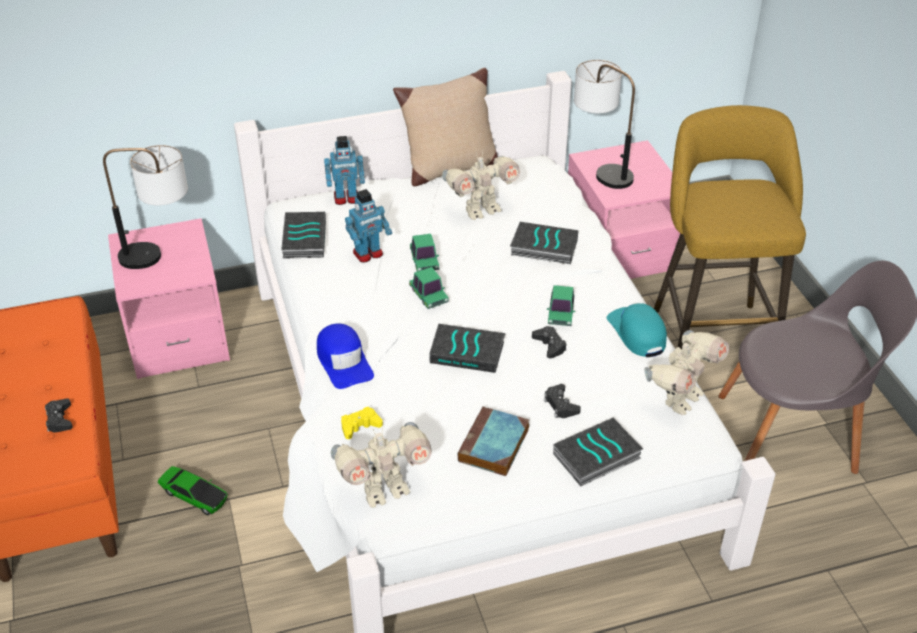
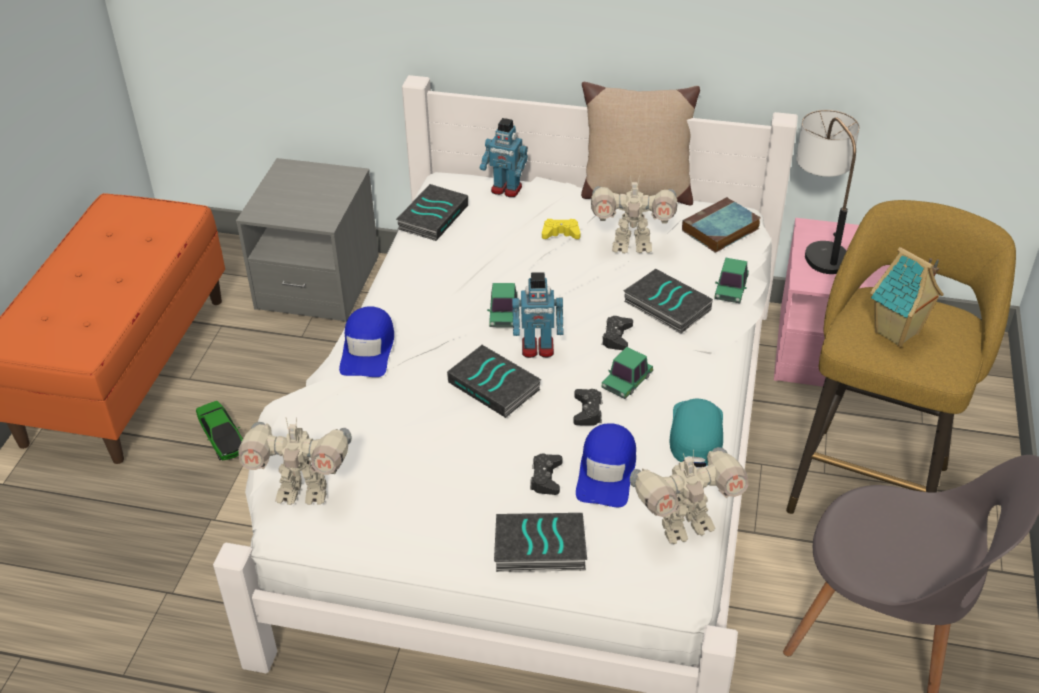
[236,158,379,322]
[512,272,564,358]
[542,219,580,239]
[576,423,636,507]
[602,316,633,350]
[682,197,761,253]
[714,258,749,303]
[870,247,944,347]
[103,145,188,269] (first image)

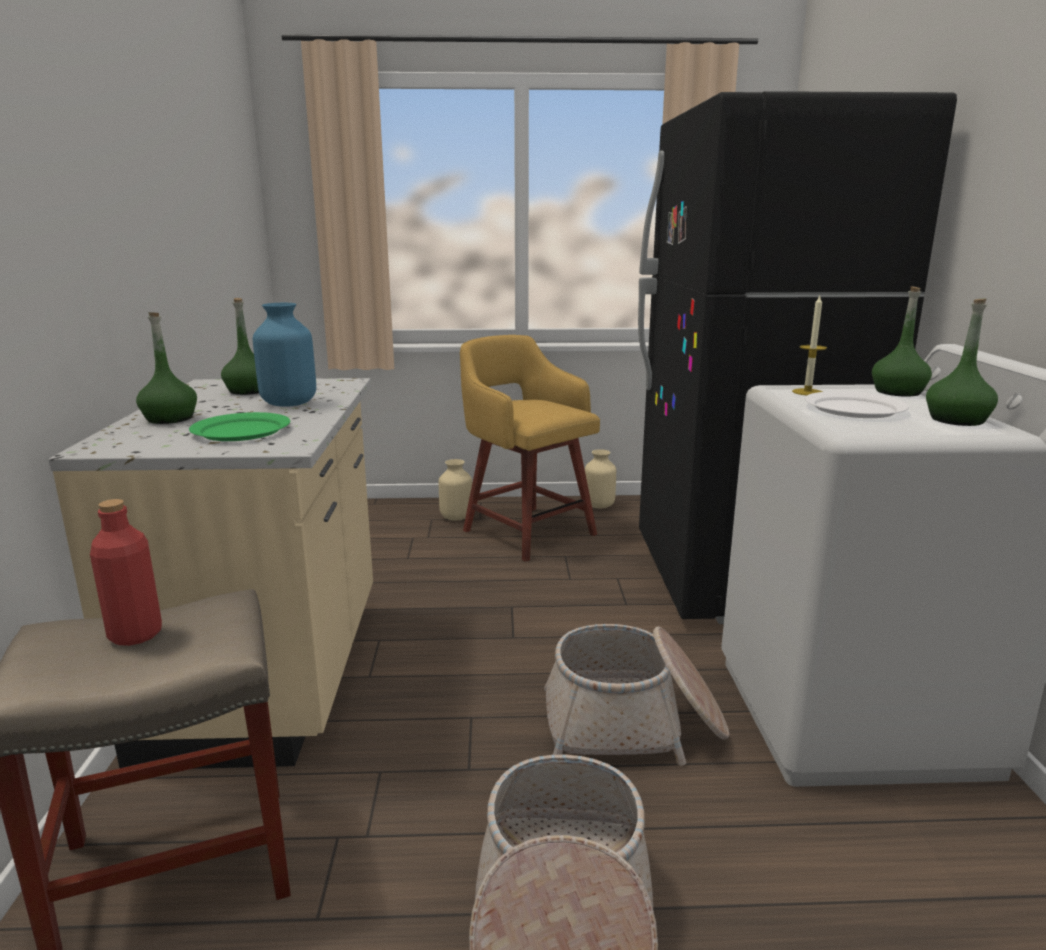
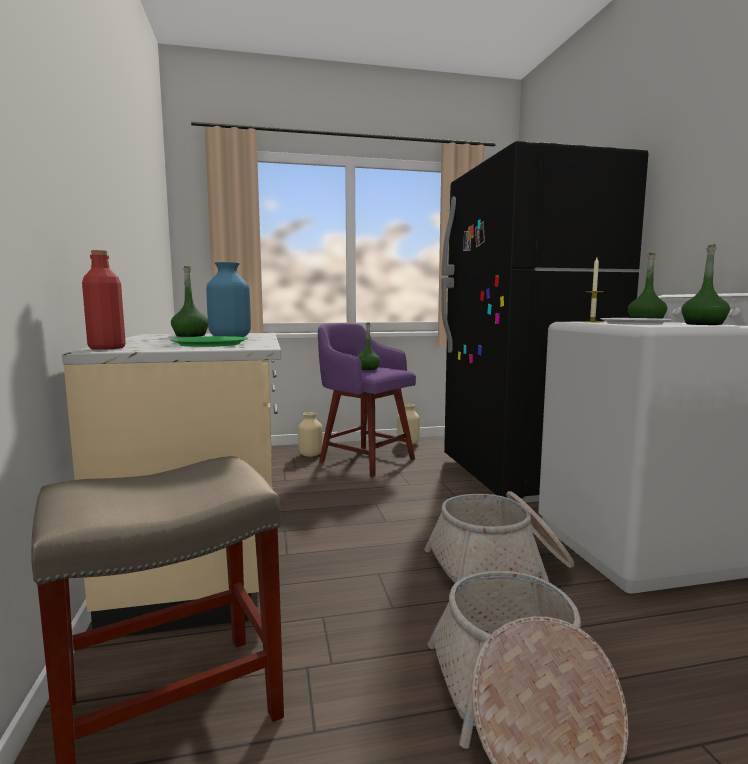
[82,250,126,350]
[318,323,416,477]
[357,323,380,370]

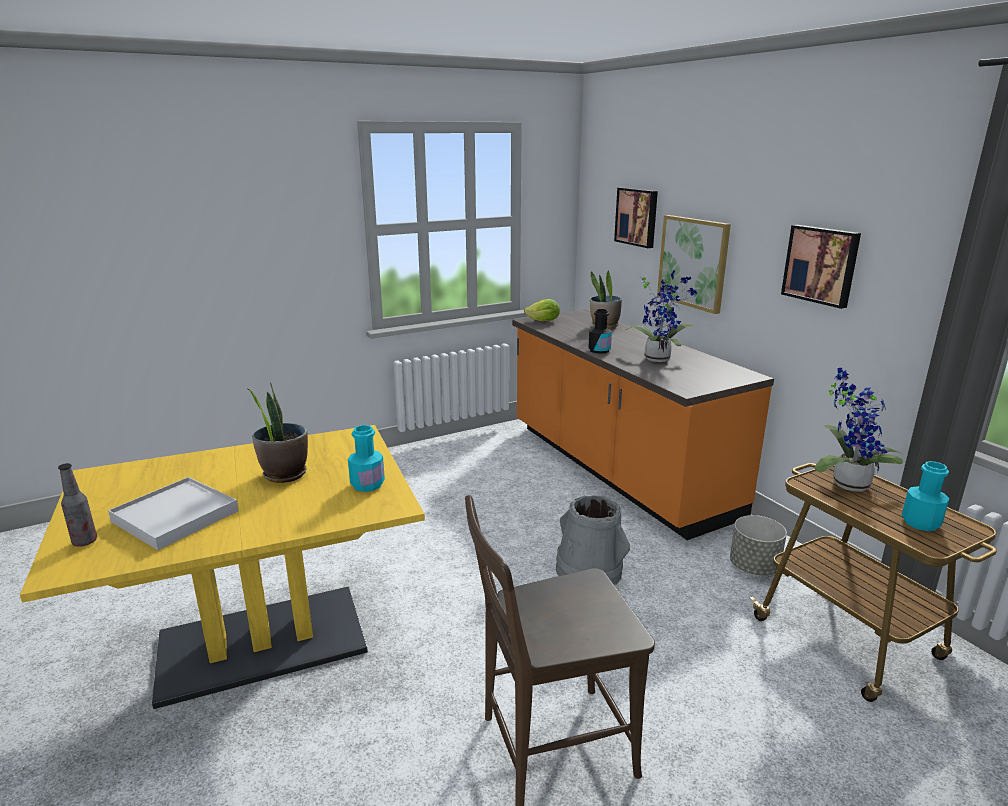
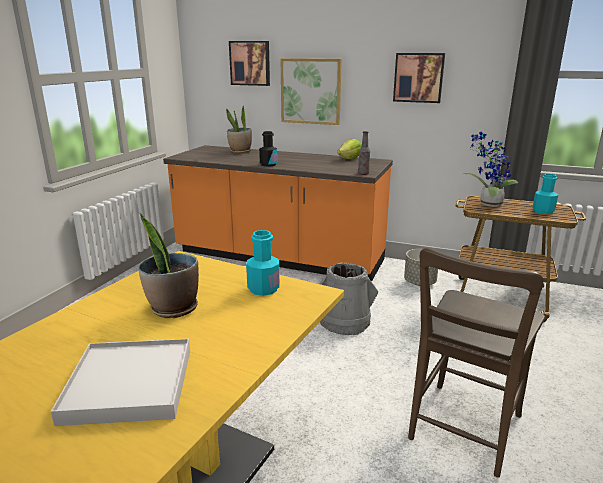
[337,139,362,159]
[358,131,370,175]
[626,270,697,362] (first image)

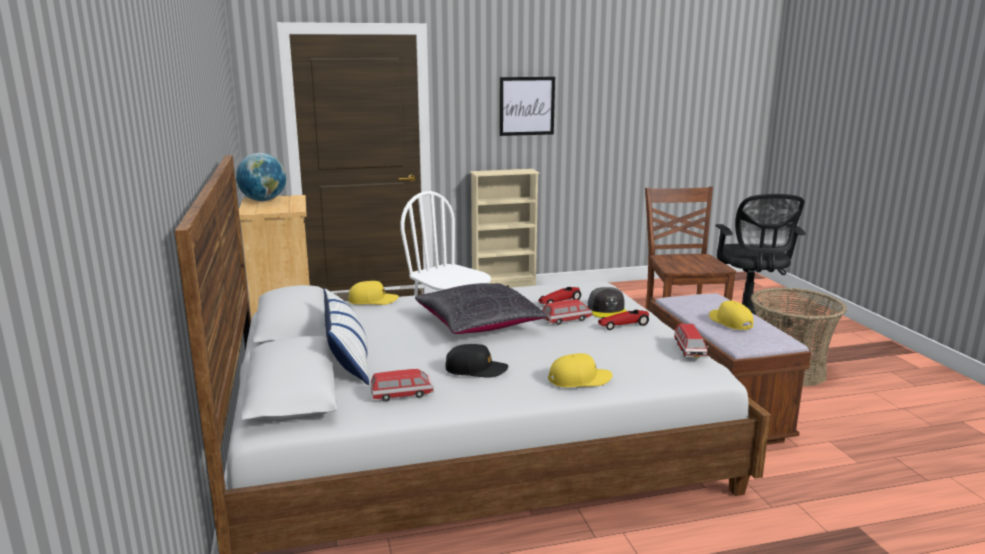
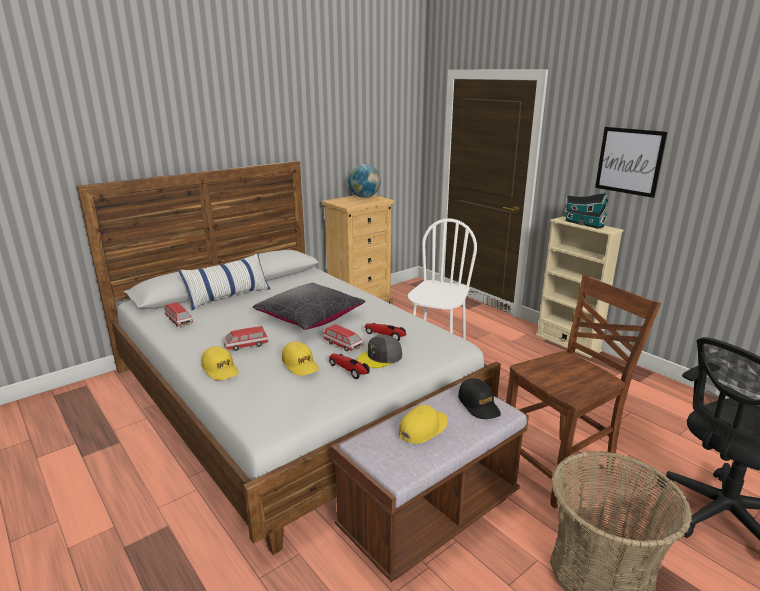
[223,326,269,351]
[282,341,319,376]
[458,378,501,419]
[565,193,608,229]

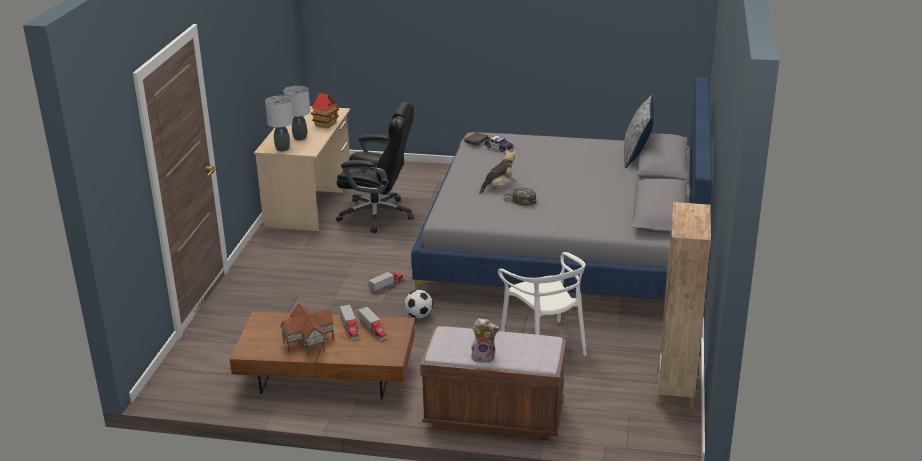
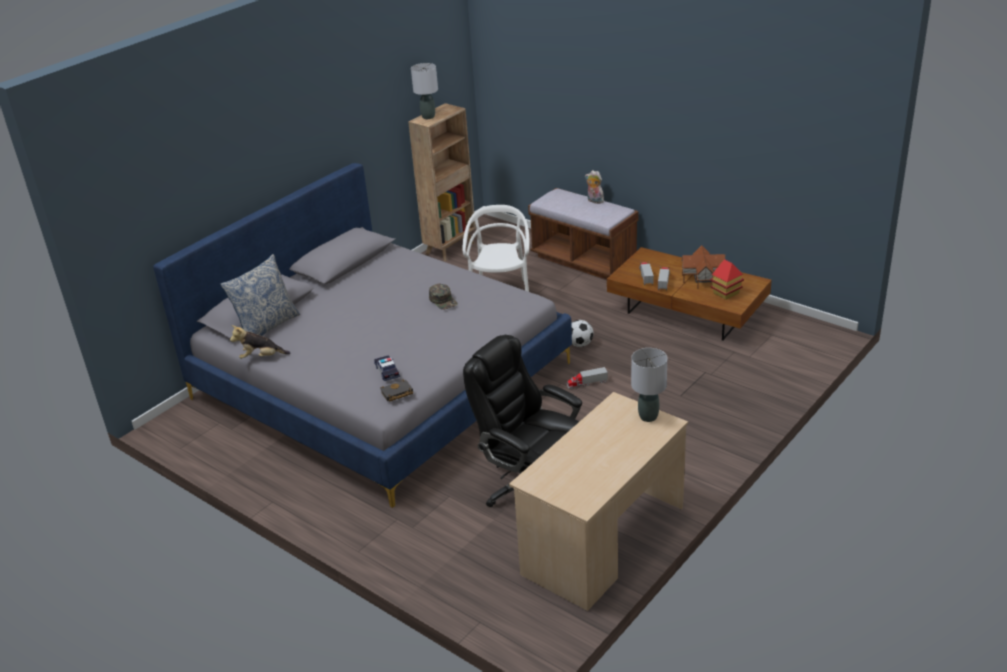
[230,325,291,359]
[411,63,438,119]
[710,259,744,300]

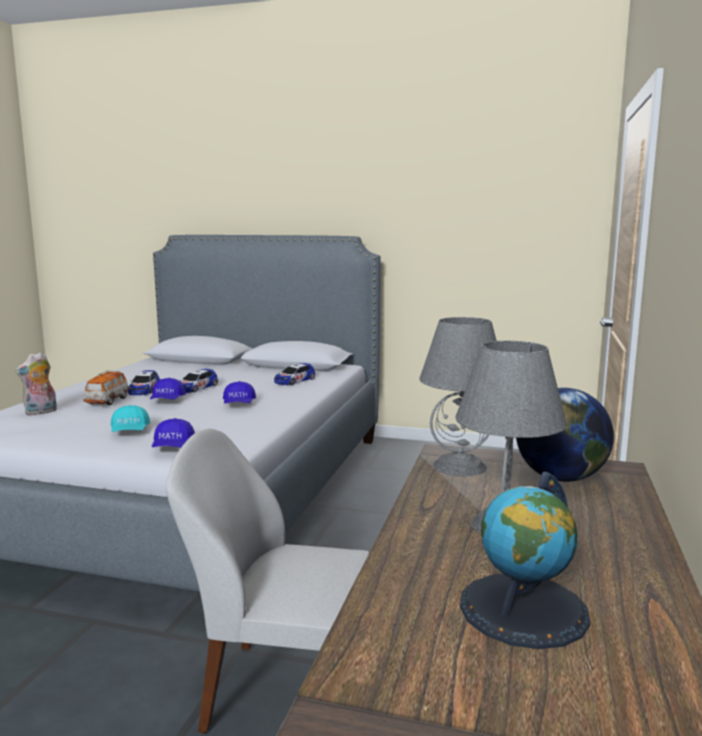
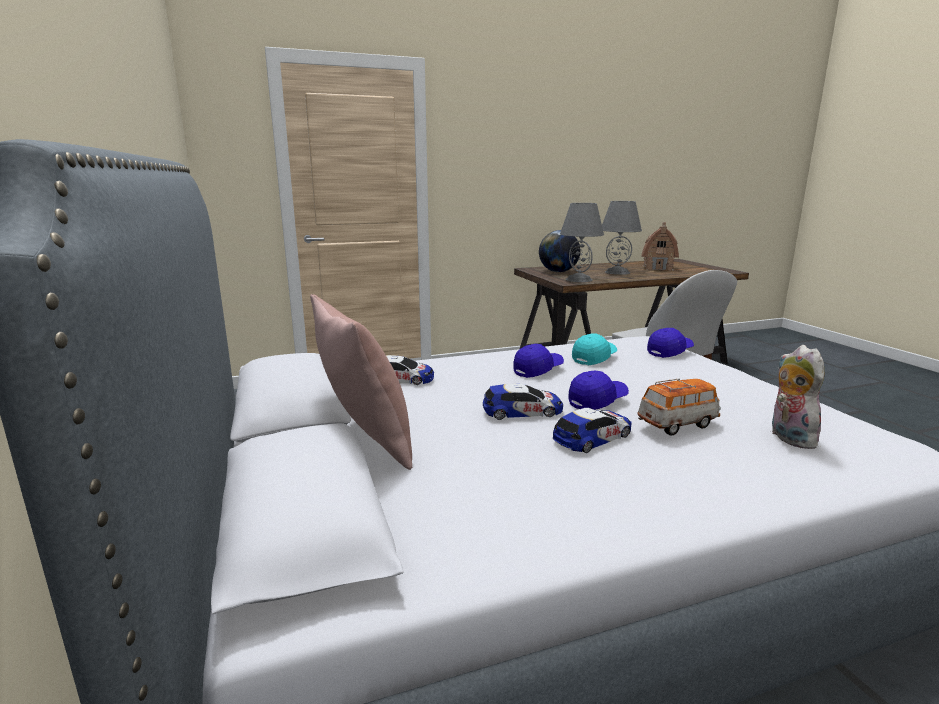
[310,294,412,470]
[572,333,617,365]
[641,222,679,271]
[772,345,824,449]

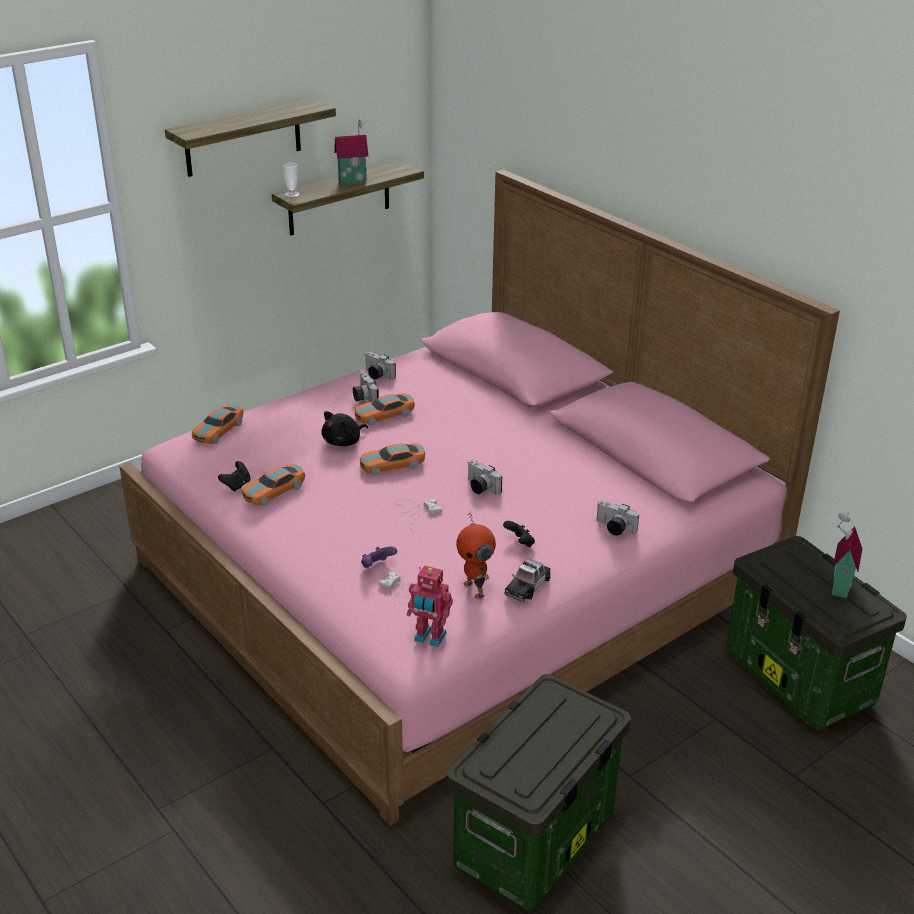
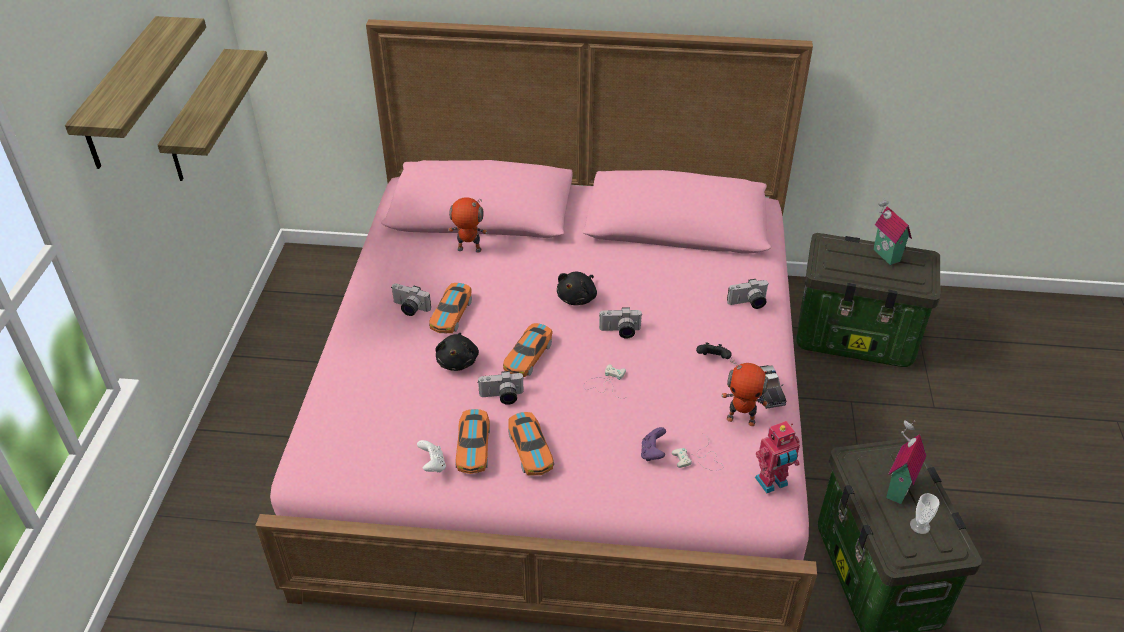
[417,440,446,472]
[448,197,487,253]
[478,371,524,405]
[508,412,554,475]
[557,272,597,305]
[886,420,926,504]
[910,493,940,534]

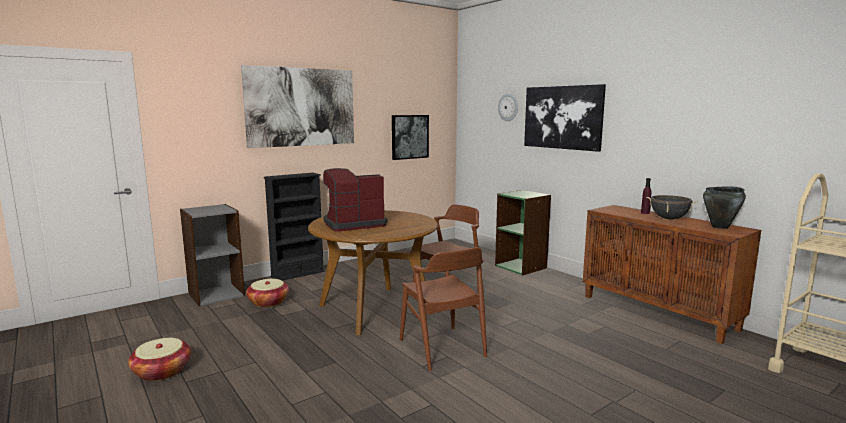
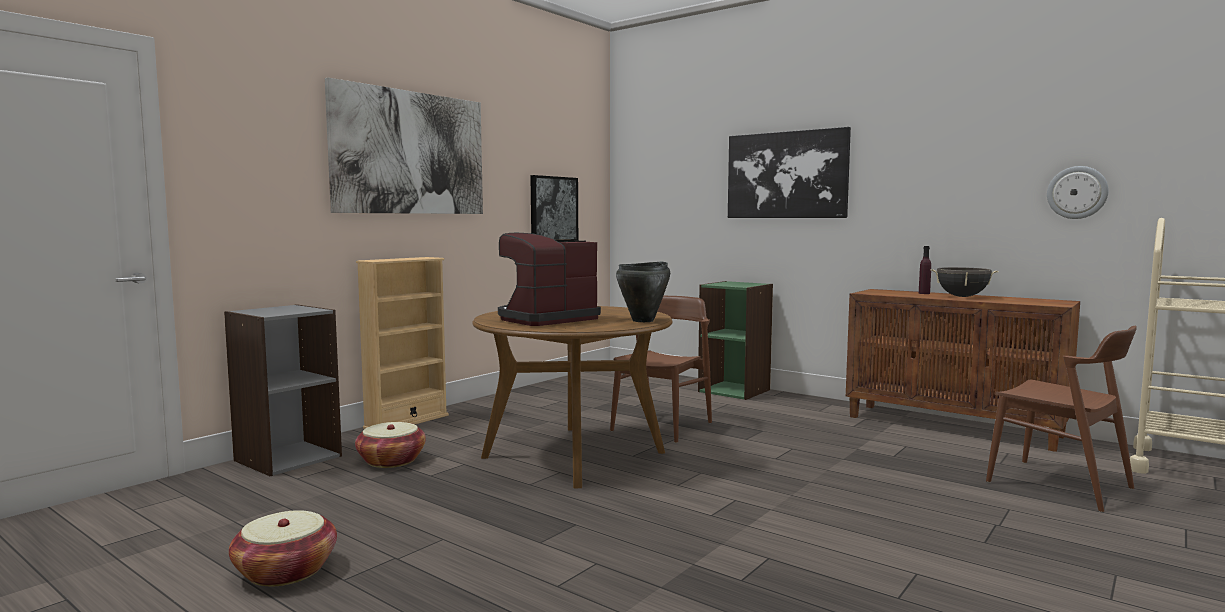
[356,257,449,429]
[616,261,670,322]
[986,326,1137,512]
[1047,166,1109,219]

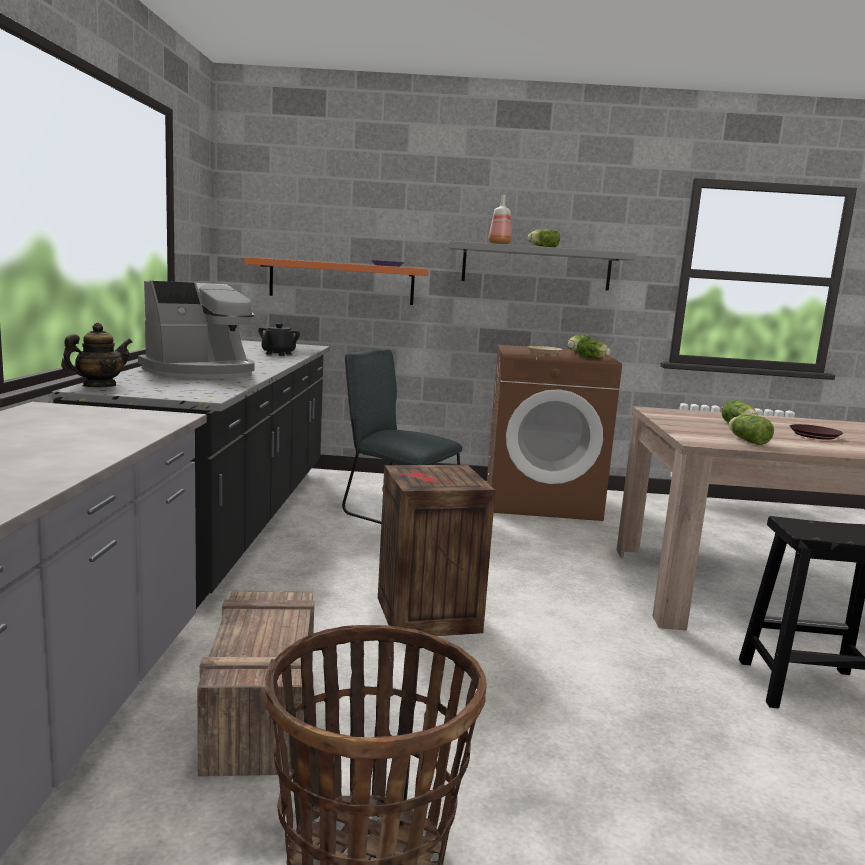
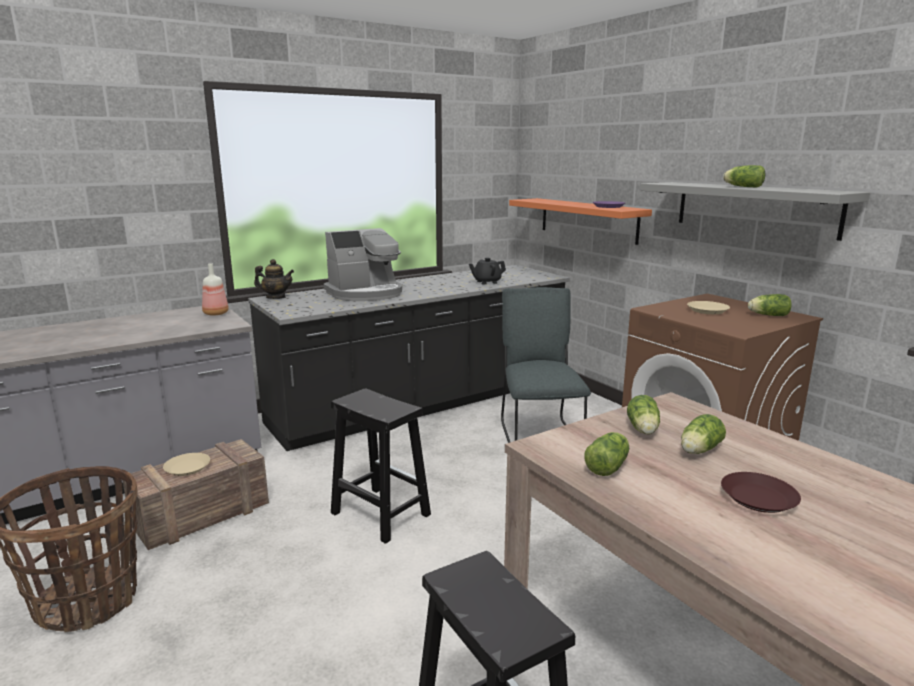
[163,453,210,476]
[202,263,229,316]
[323,228,402,301]
[331,388,431,544]
[627,395,660,435]

